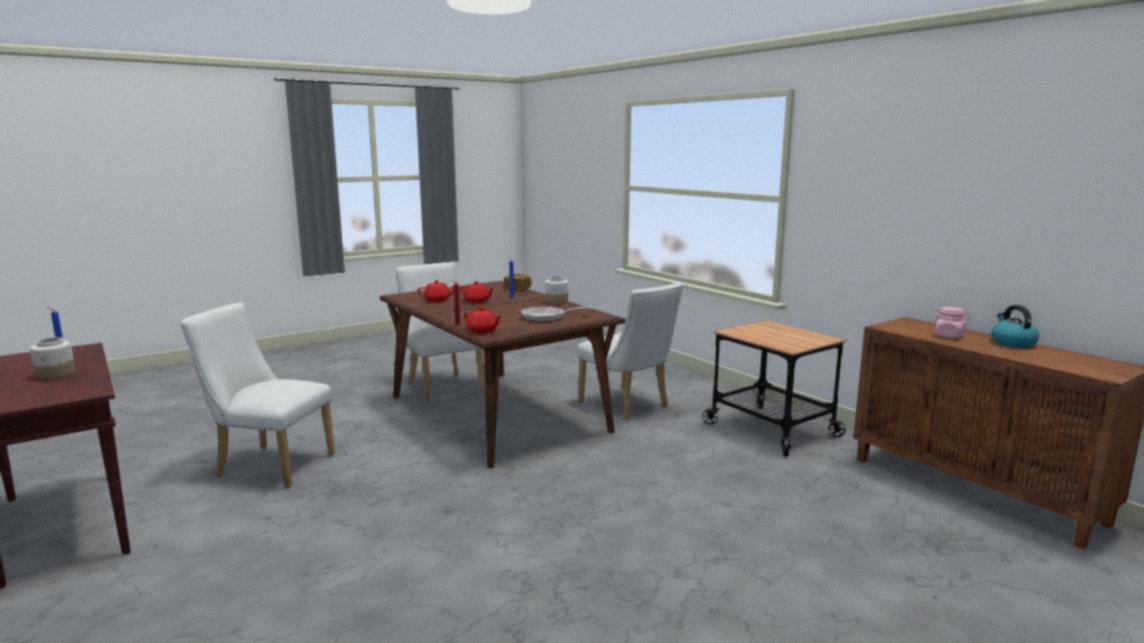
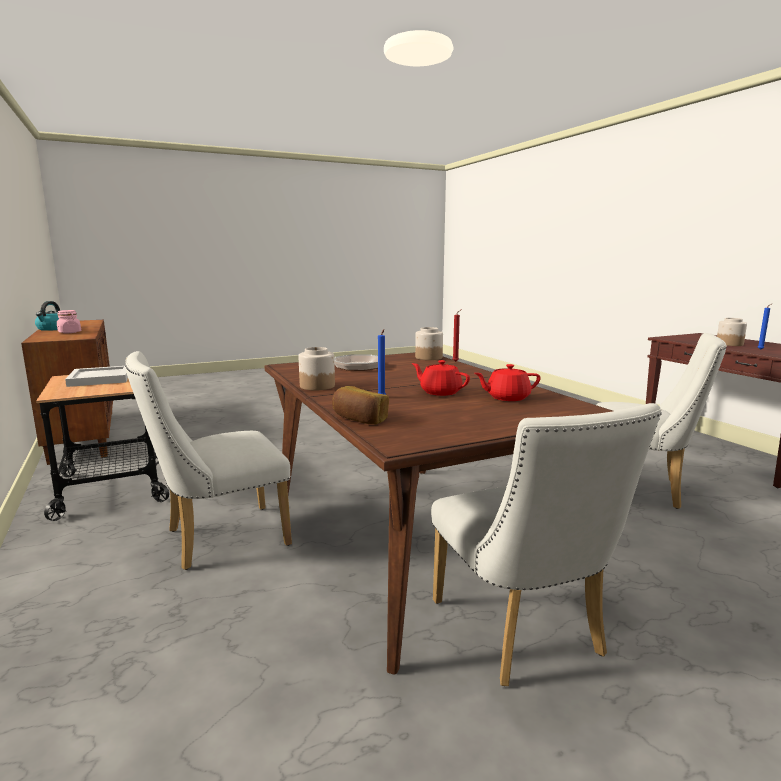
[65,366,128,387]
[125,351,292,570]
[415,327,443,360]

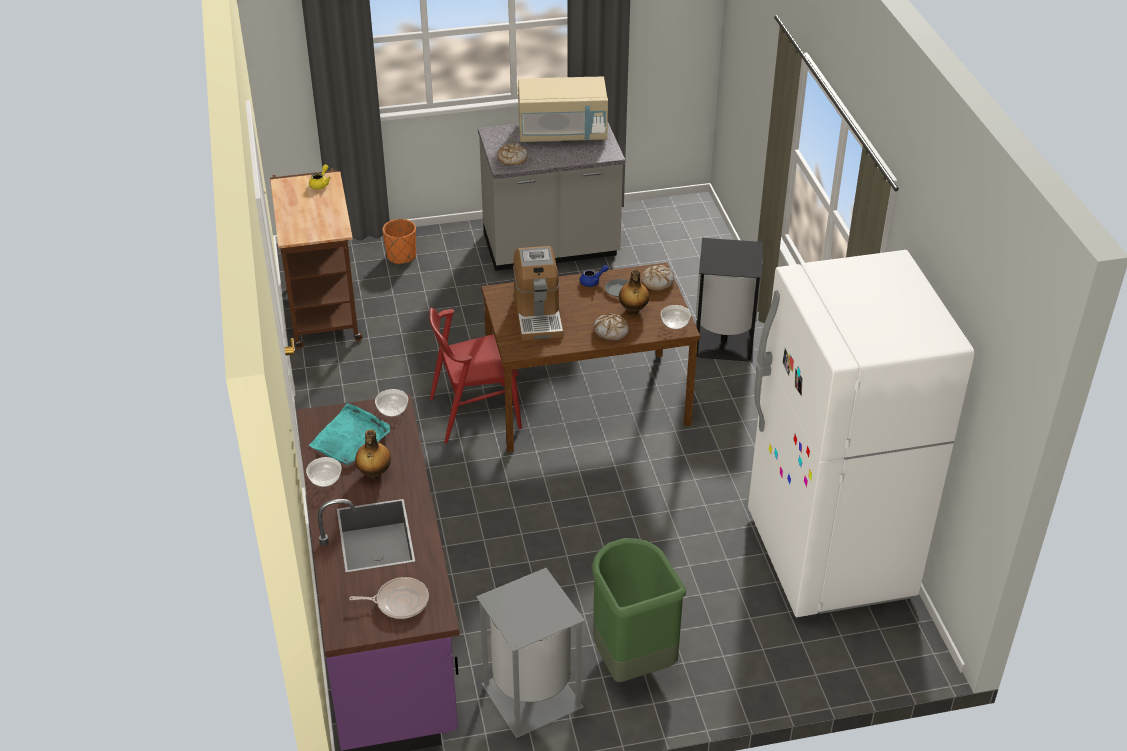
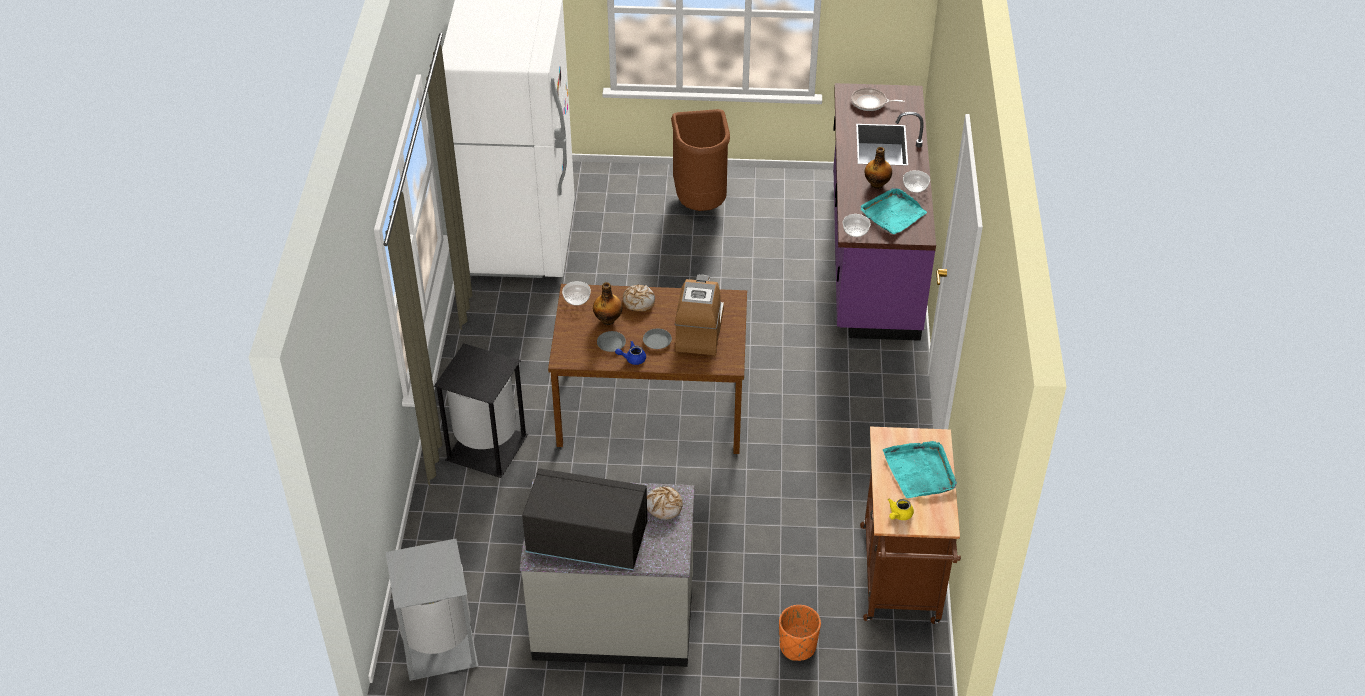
[386,539,478,681]
[522,468,647,570]
[643,329,672,349]
[671,109,730,211]
[883,441,957,498]
[429,308,522,443] (first image)
[641,265,674,291] (first image)

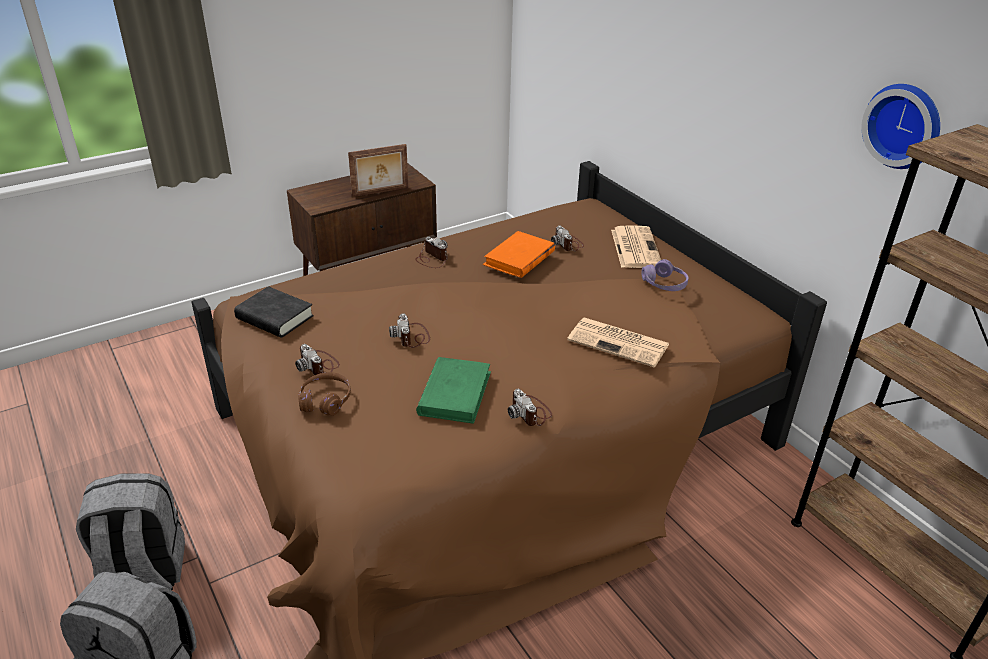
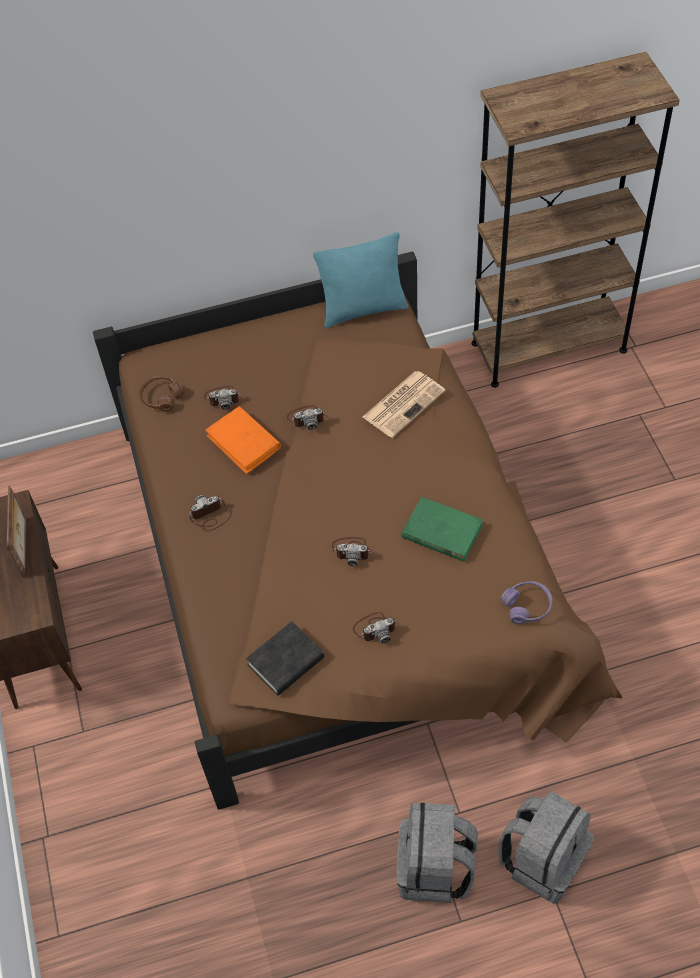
[139,376,184,412]
[287,405,327,430]
[313,232,408,328]
[501,581,552,624]
[611,225,661,268] (first image)
[861,84,940,169] (first image)

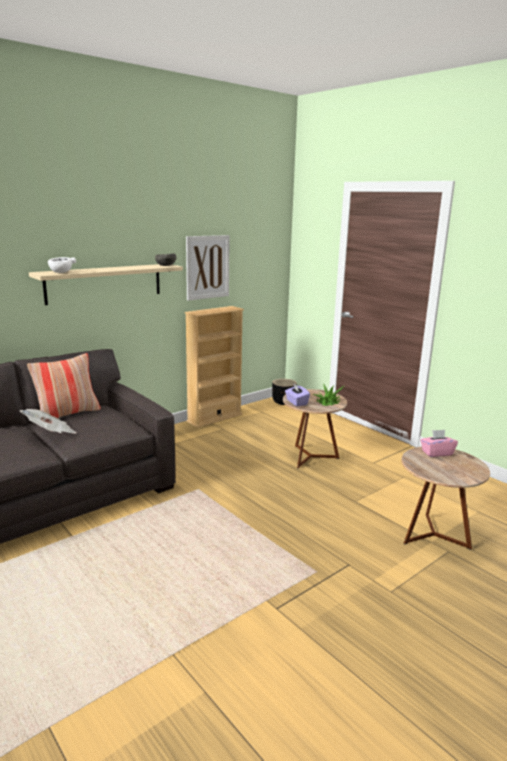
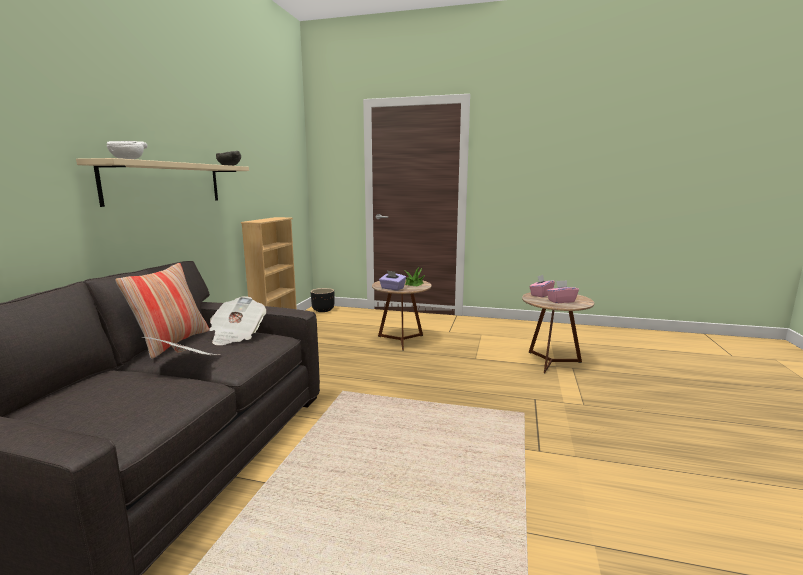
[209,296,267,345]
[546,280,579,303]
[186,235,230,301] (first image)

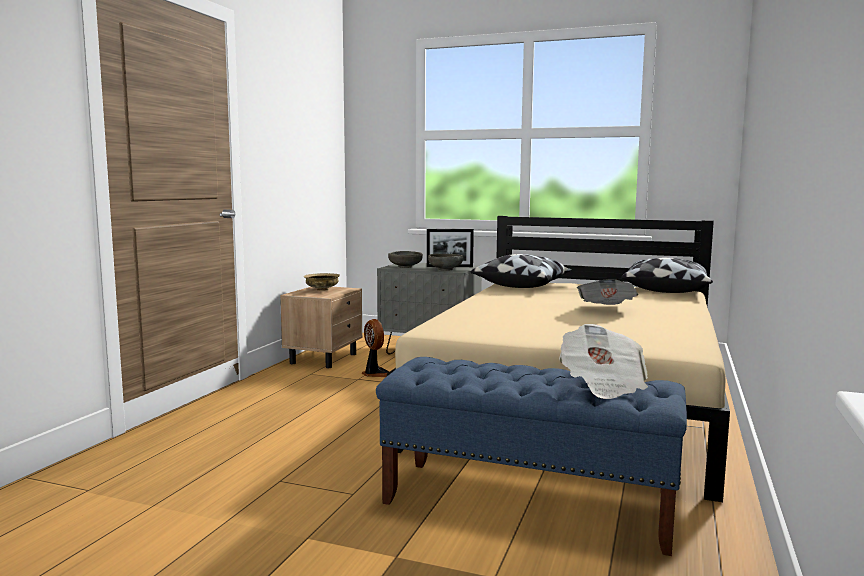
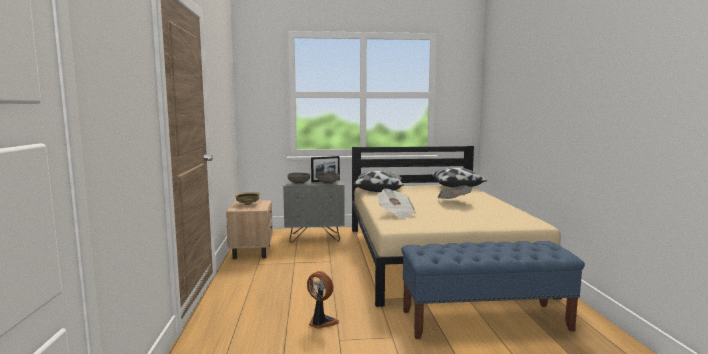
[307,271,339,329]
[377,189,416,219]

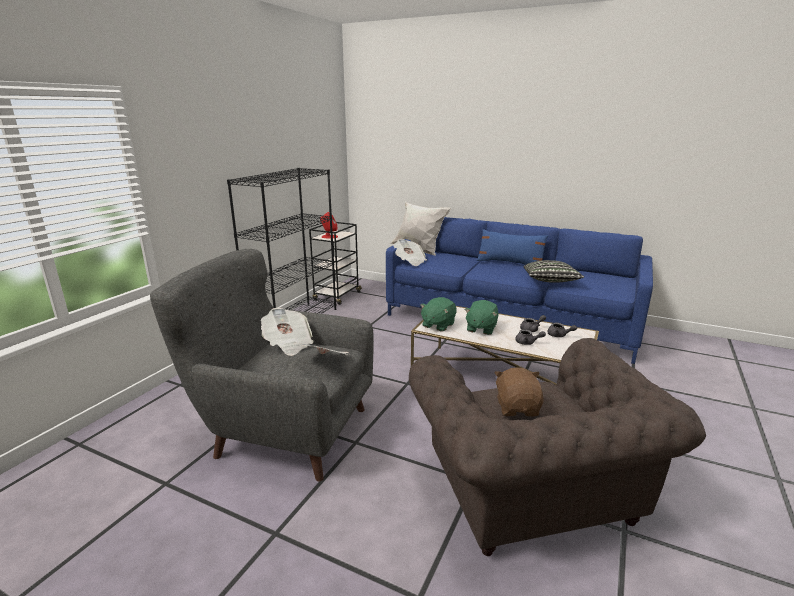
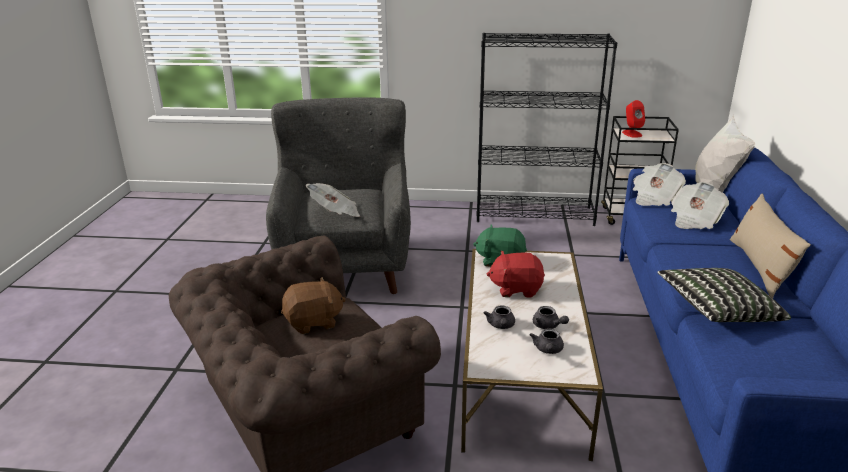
[487,251,545,297]
[671,182,729,229]
[730,193,811,298]

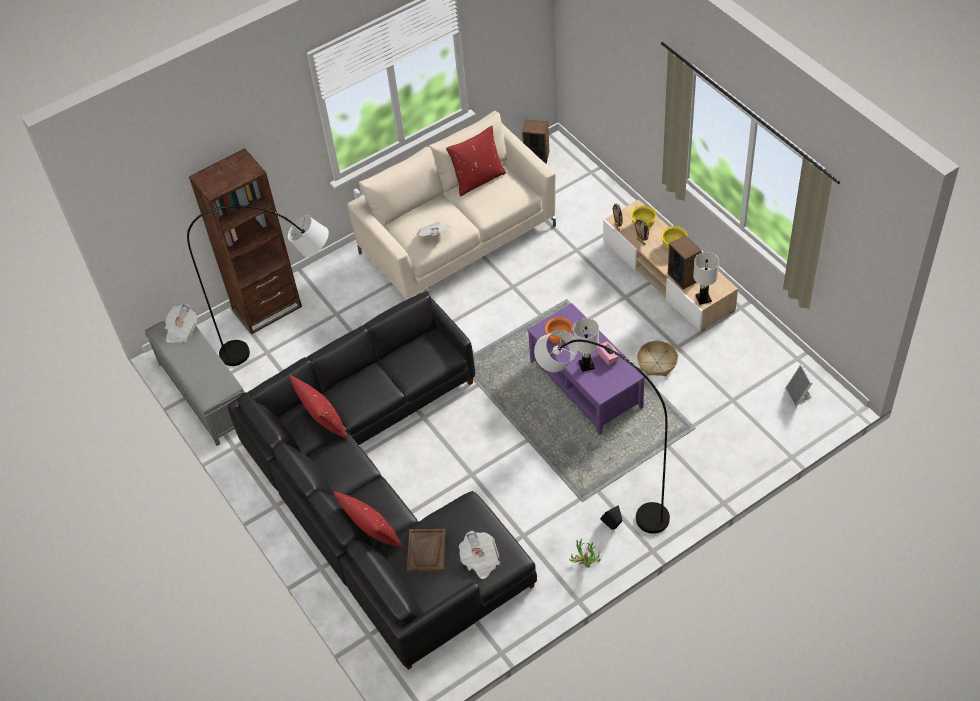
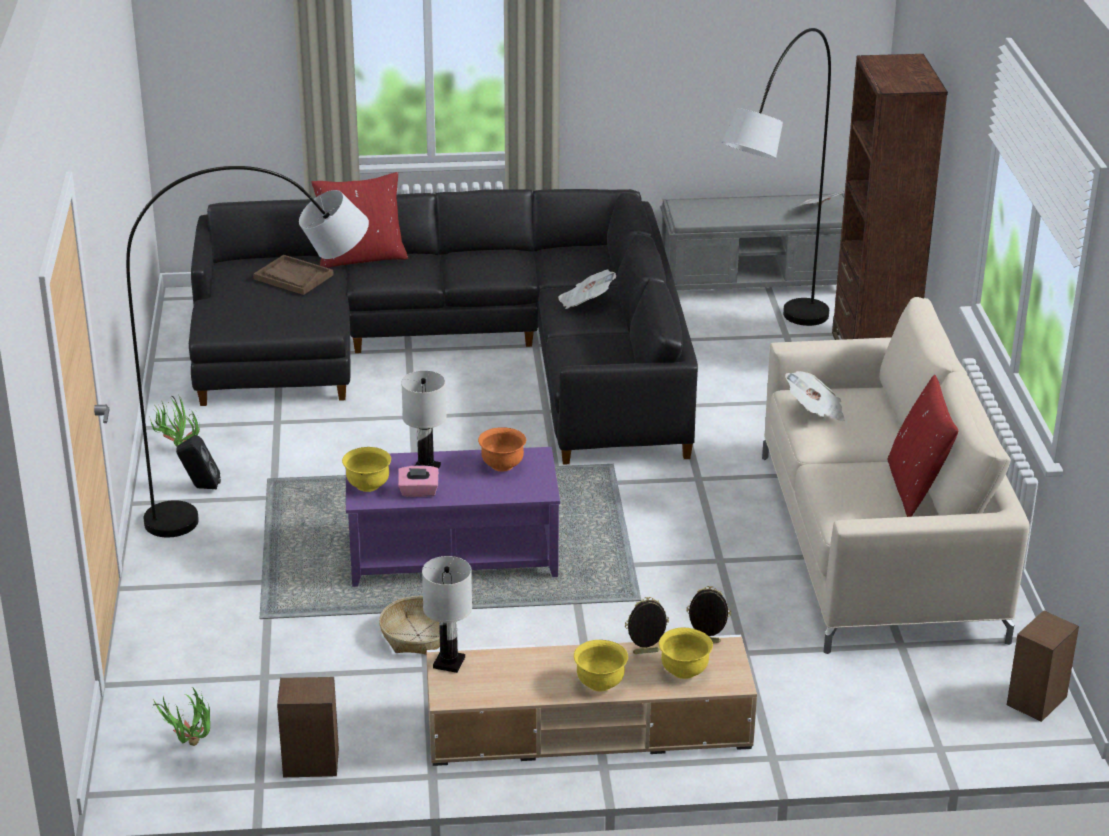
[153,687,210,746]
[277,677,339,777]
[342,447,391,492]
[558,270,616,309]
[289,375,348,439] (first image)

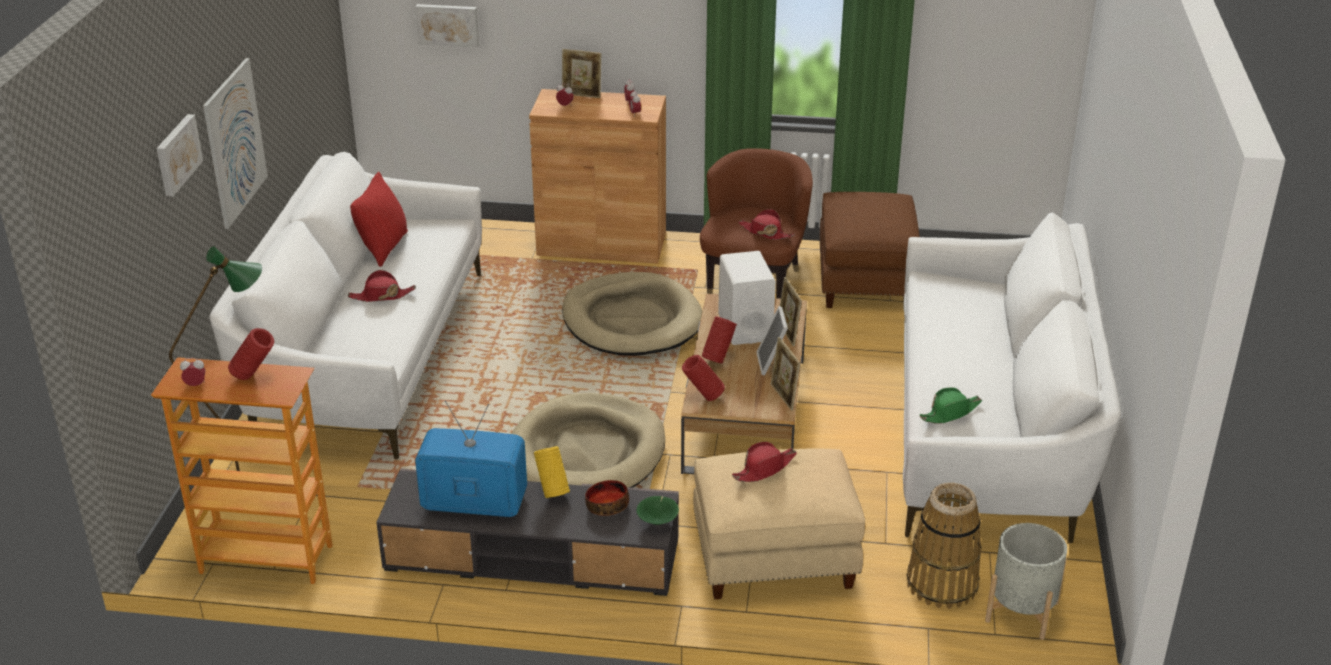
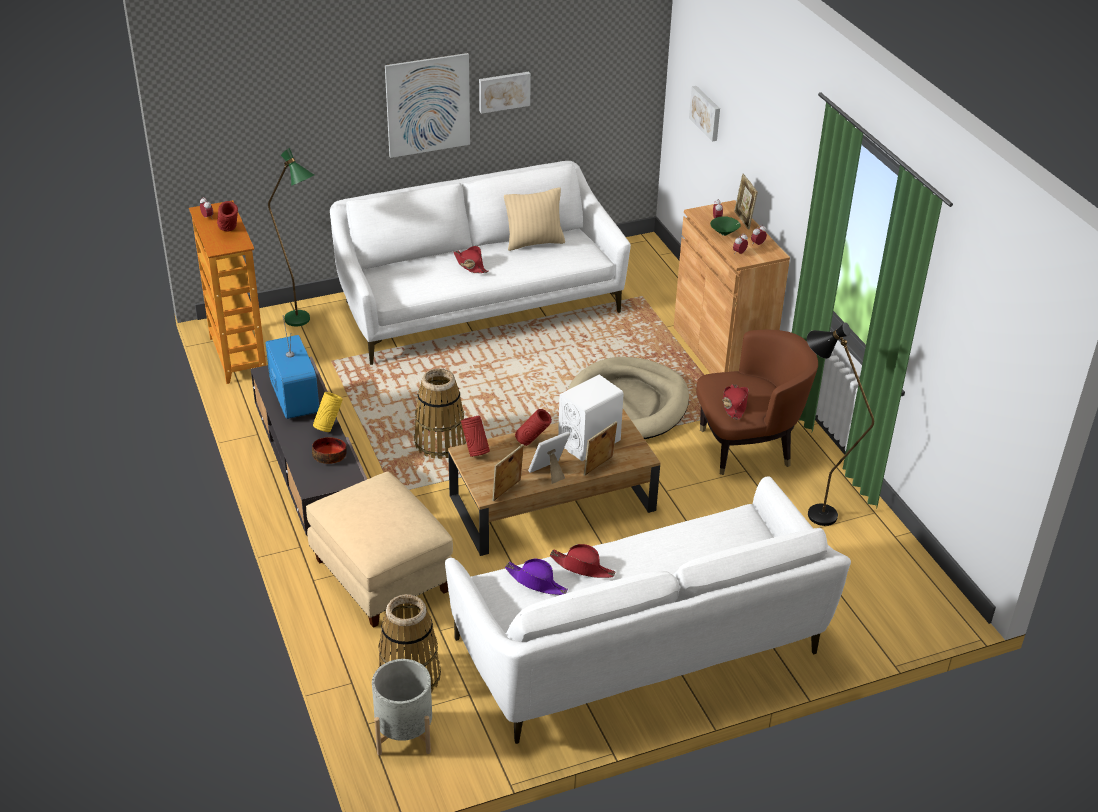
[414,368,466,459]
[479,72,531,114]
[504,188,565,251]
[505,558,568,595]
[550,544,615,578]
[710,216,741,236]
[807,322,874,526]

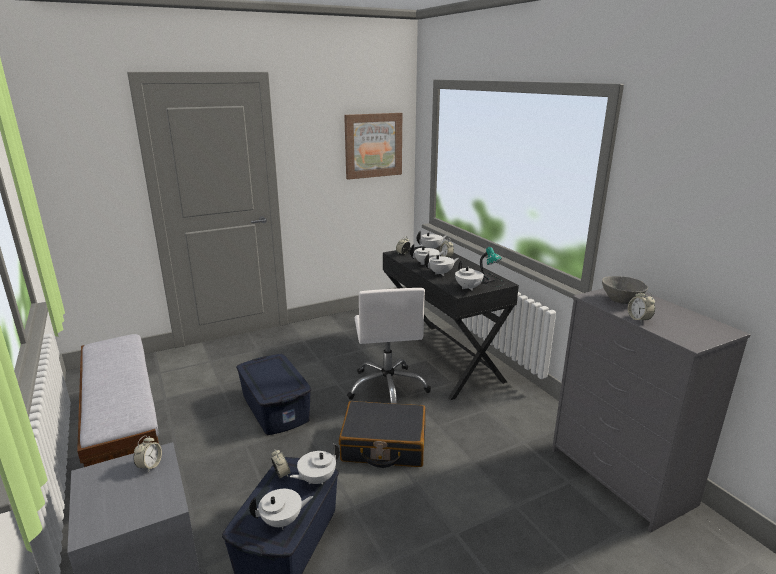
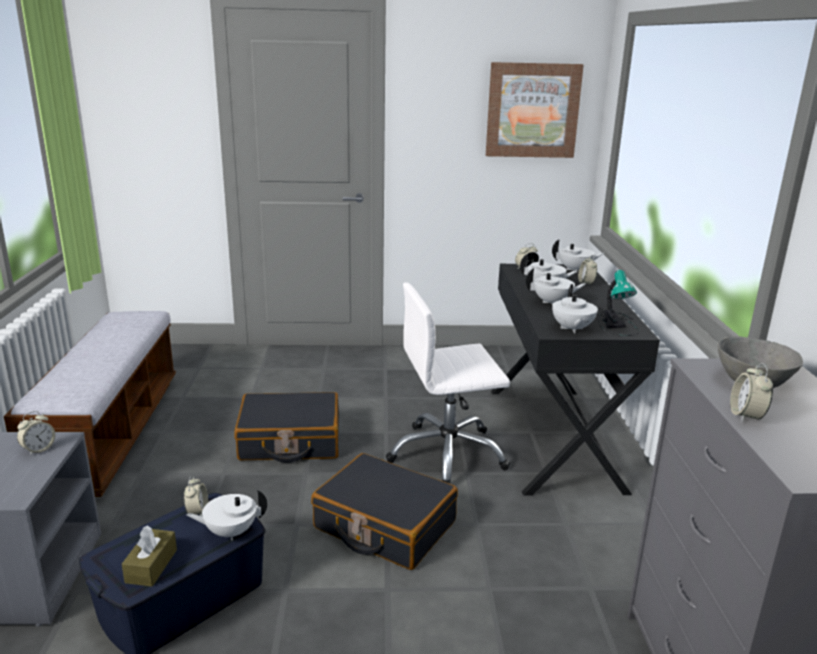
[122,526,177,587]
[234,392,339,463]
[386,282,510,484]

